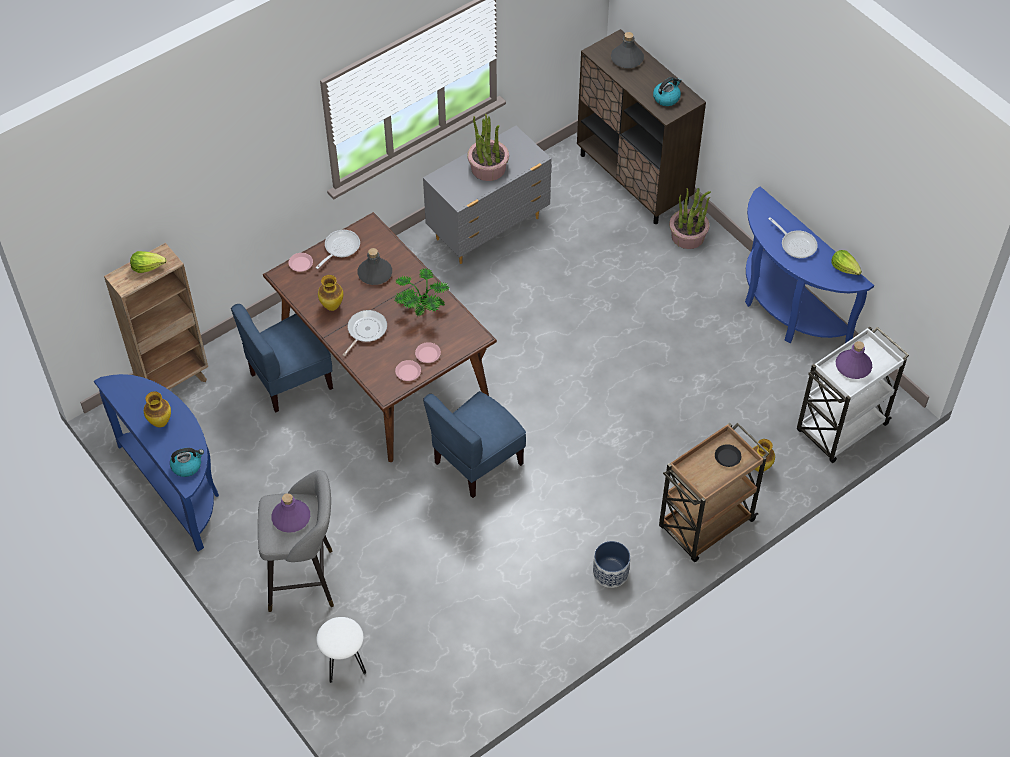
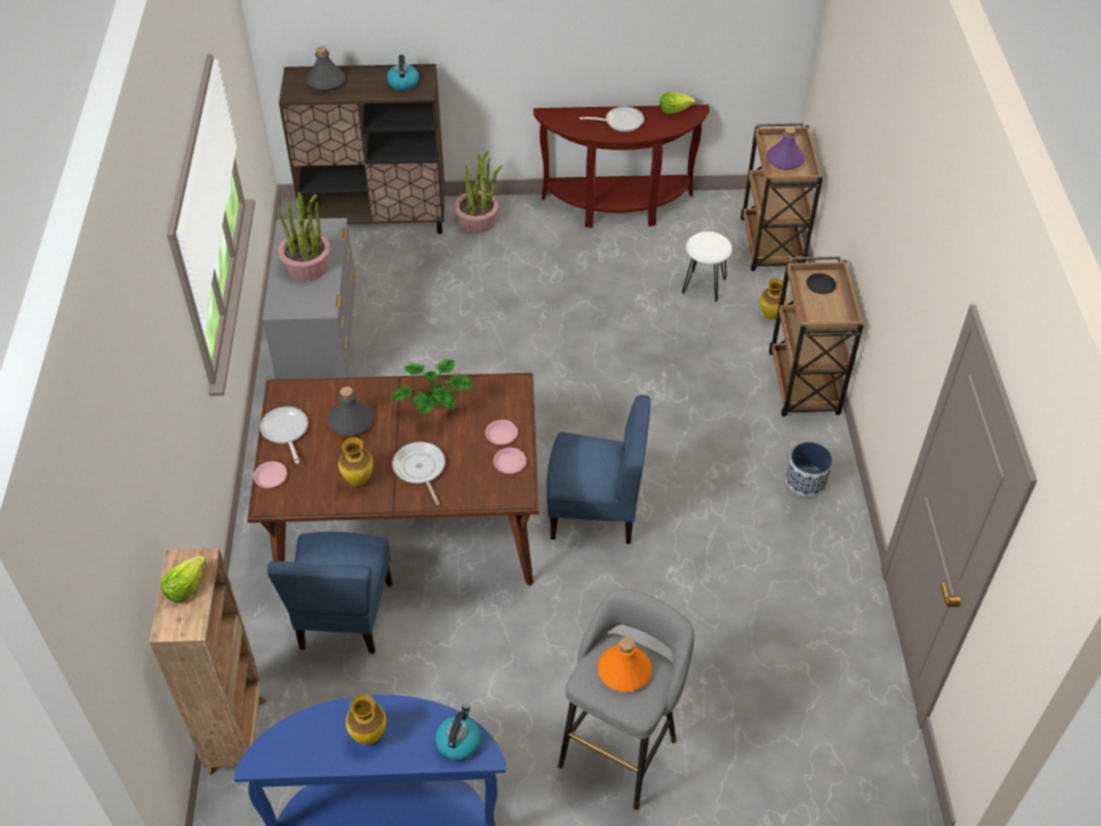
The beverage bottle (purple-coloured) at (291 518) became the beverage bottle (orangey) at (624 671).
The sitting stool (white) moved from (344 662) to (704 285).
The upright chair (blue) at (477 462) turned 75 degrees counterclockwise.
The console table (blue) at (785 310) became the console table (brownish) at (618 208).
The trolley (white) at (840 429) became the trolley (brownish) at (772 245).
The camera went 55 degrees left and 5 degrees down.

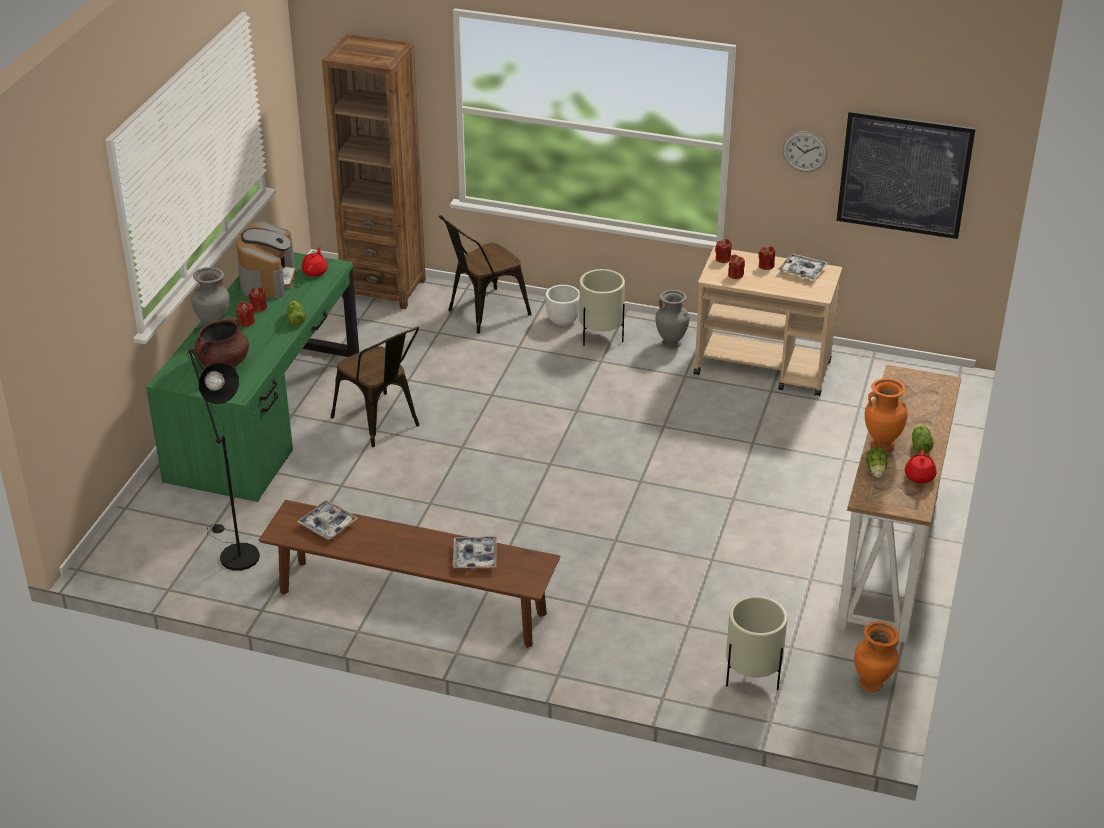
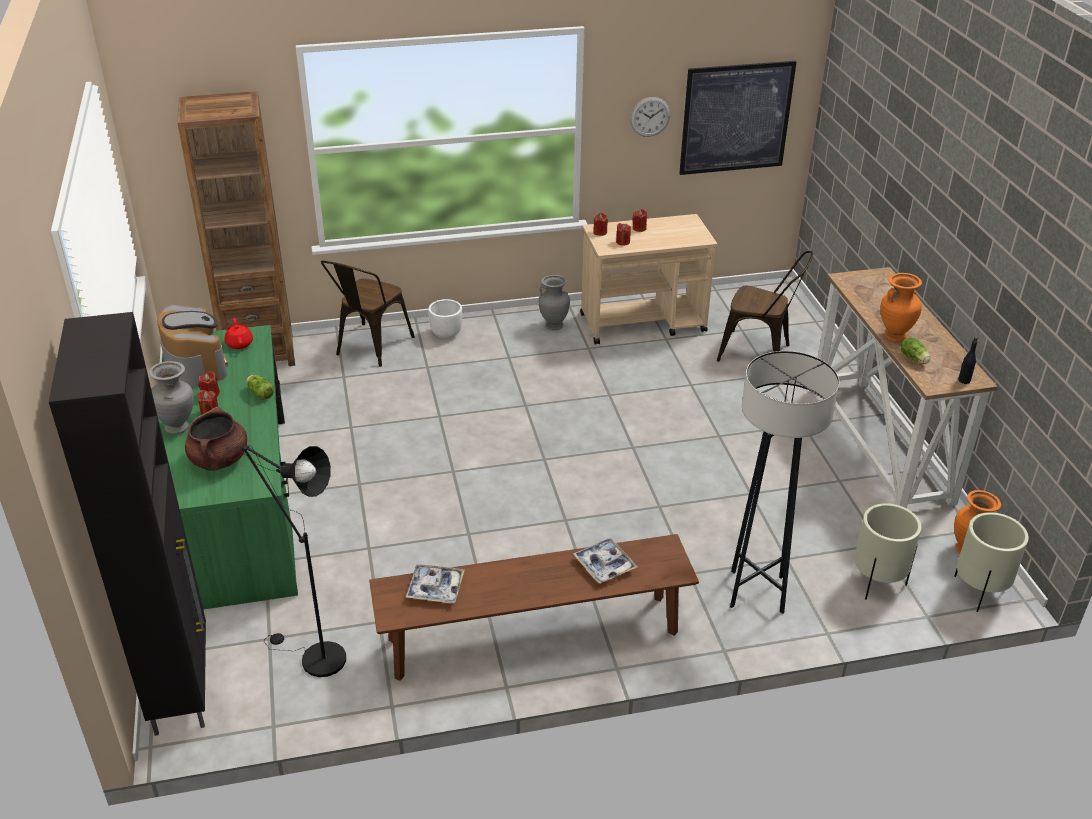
The upright chair (brownish) moved from (381 423) to (760 353).
The plant pot (beige-coloured) moved from (600 337) to (979 592).
The tray at (802 271) disappeared.
The tea pot (red) at (919 477) disappeared.
The head of lettuce at (920 445) disappeared.
The storage cabinet (black-coloured) at (182 685) appeared.
The standard lamp (gray) at (757 591) appeared.
The beverage bottle (black-coloured) at (964 380) appeared.
The camera went 30 degrees left and 0 degrees up.

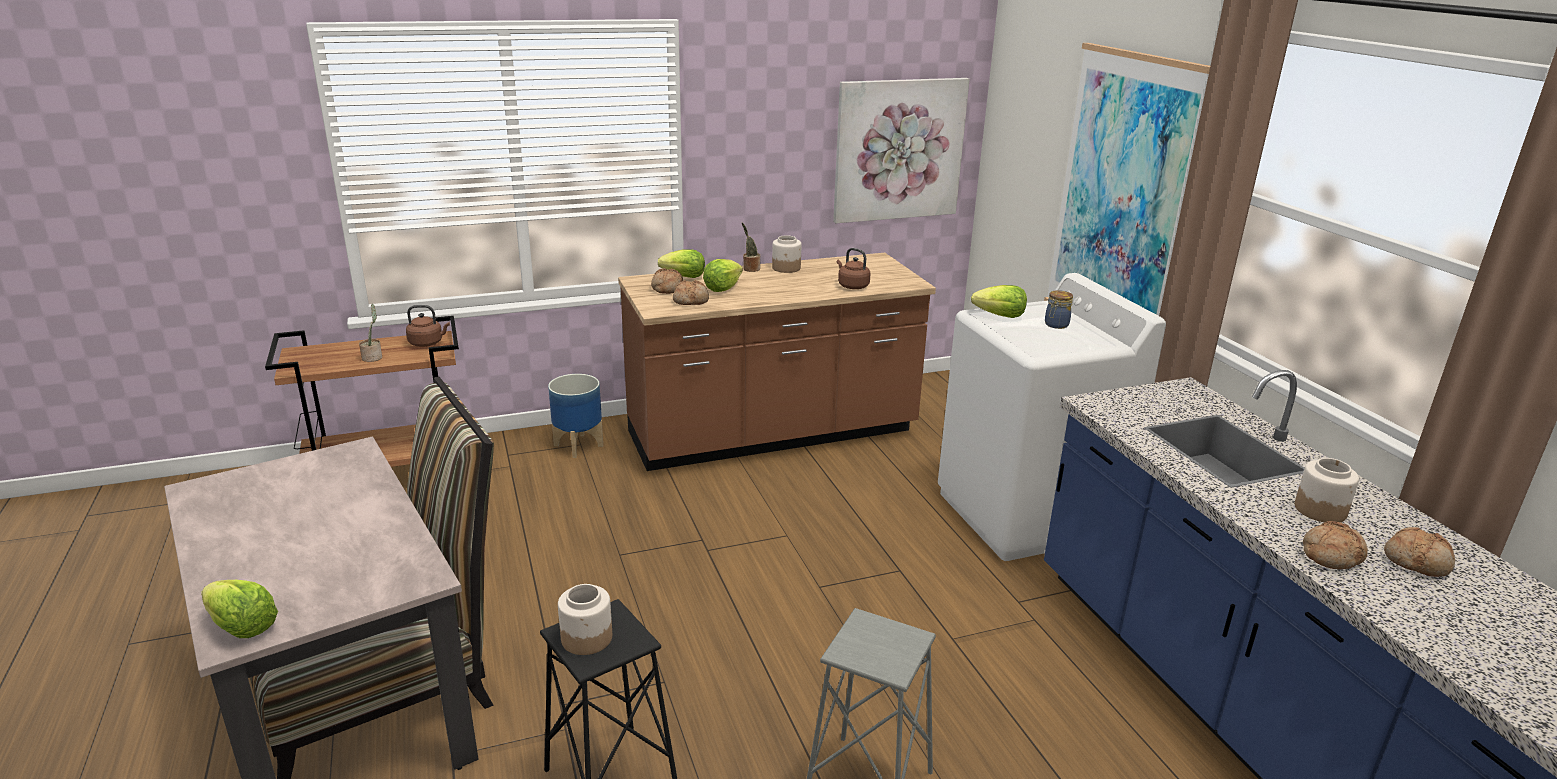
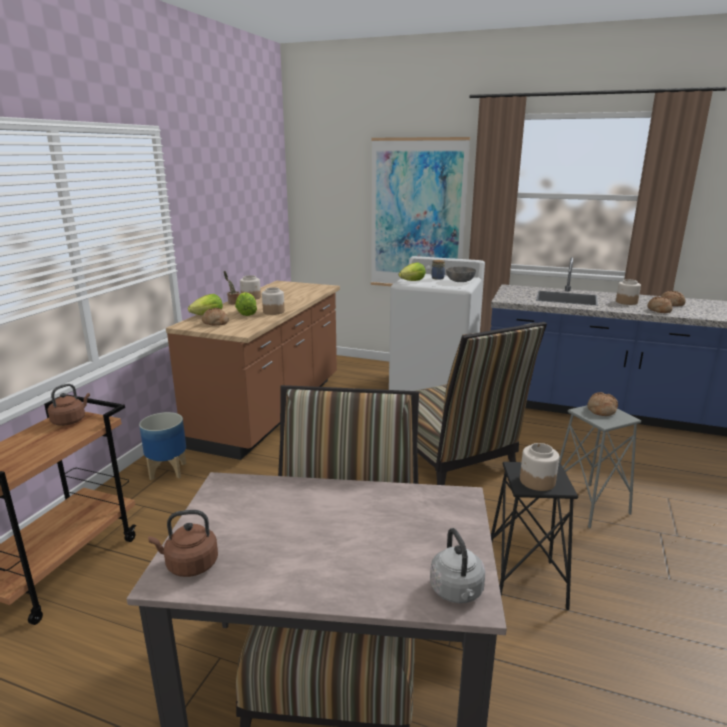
The head of lettuce at (241 627) was replaced by the kettle (gray) at (457 592).
The potted plant at (373 357) disappeared.
The bakery bread moved from (691 300) to (600 410).
The wall art at (898 150) disappeared.
The kettle (brownish) moved from (852 286) to (189 565).
The storage jar at (273 311) appeared.
The upright chair at (454 460) appeared.
The bowl (gray) at (460 281) appeared.
The camera went 50 degrees left and 5 degrees down.

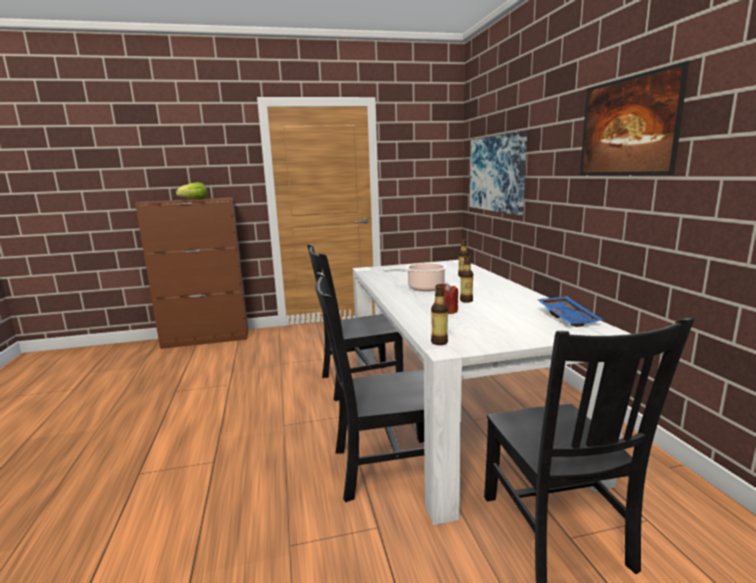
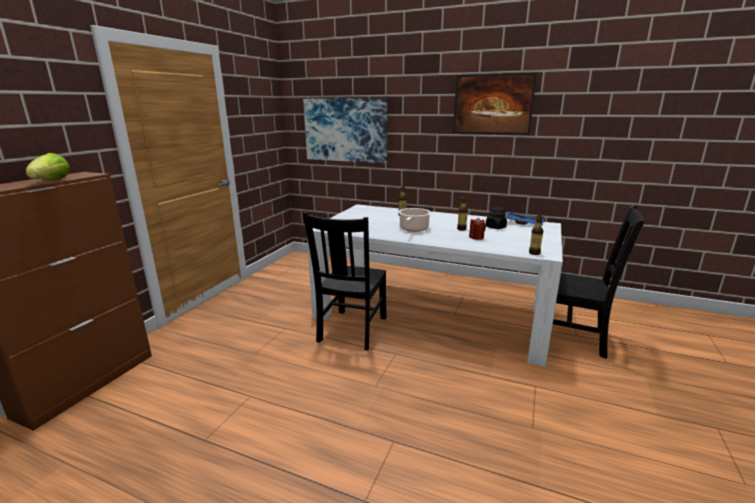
The upright chair (black-coloured) at (383 467) disappeared.
The storage jar (black-coloured) at (495 227) appeared.
The camera went 55 degrees left and 5 degrees up.

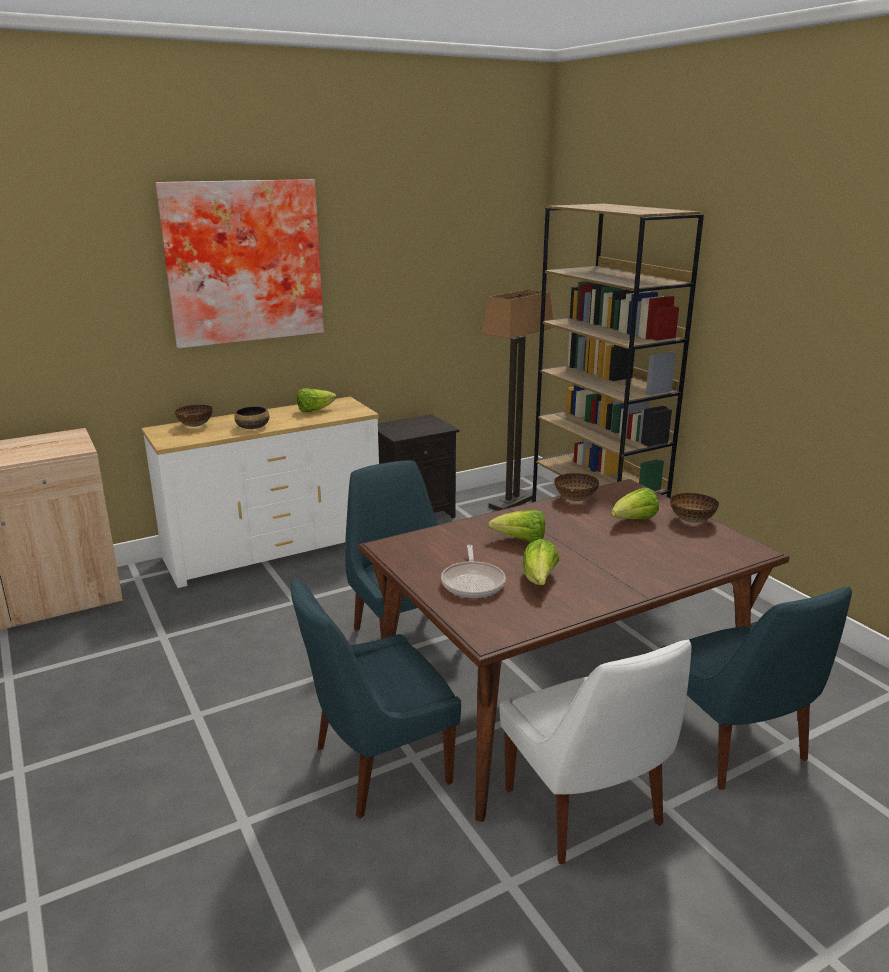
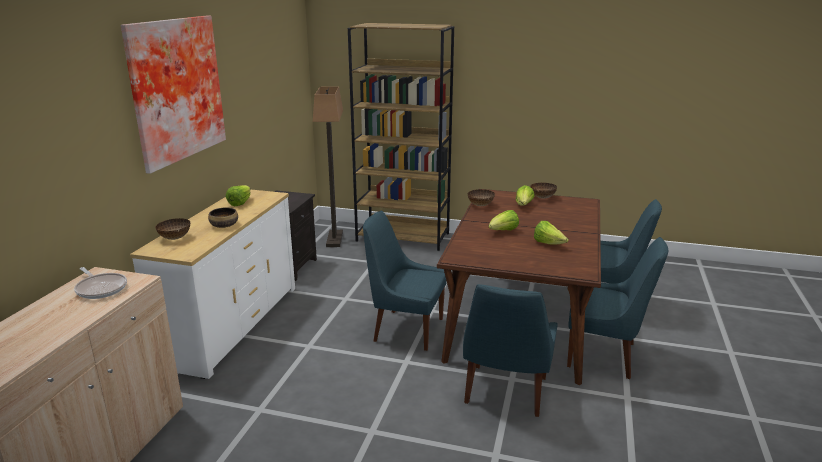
The skillet moved from (473 582) to (101 288).
The upright chair (white) at (586 811) became the upright chair (blue) at (604 355).
The camera went 45 degrees left and 0 degrees up.

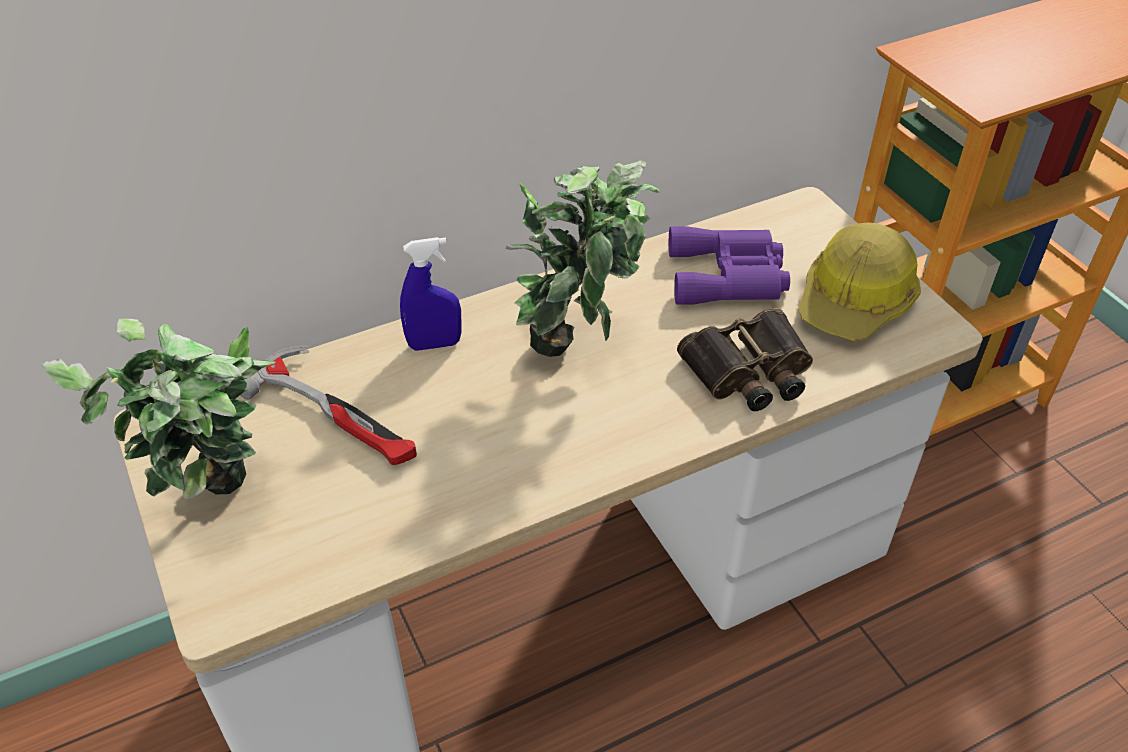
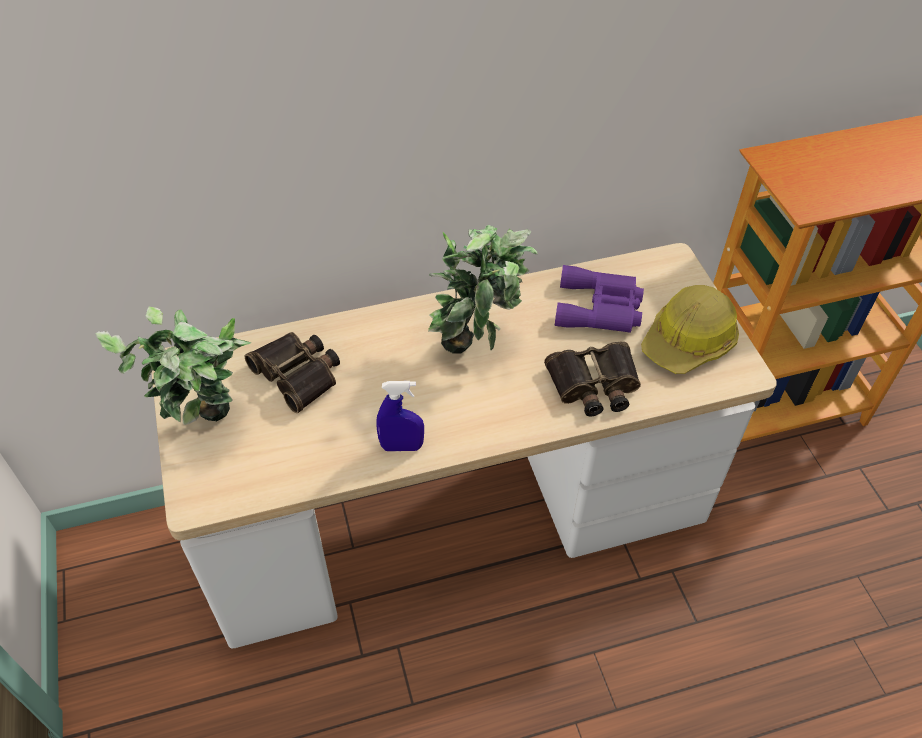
The tool hammer at (338 413) was replaced by the binoculars at (299 374).
The sprayer (blue) moved from (434 344) to (401 446).
The camera went 10 degrees right and 5 degrees up.

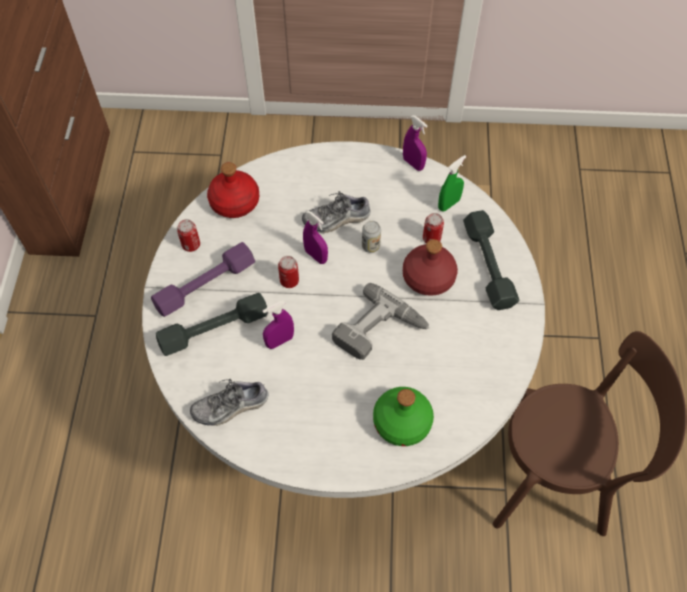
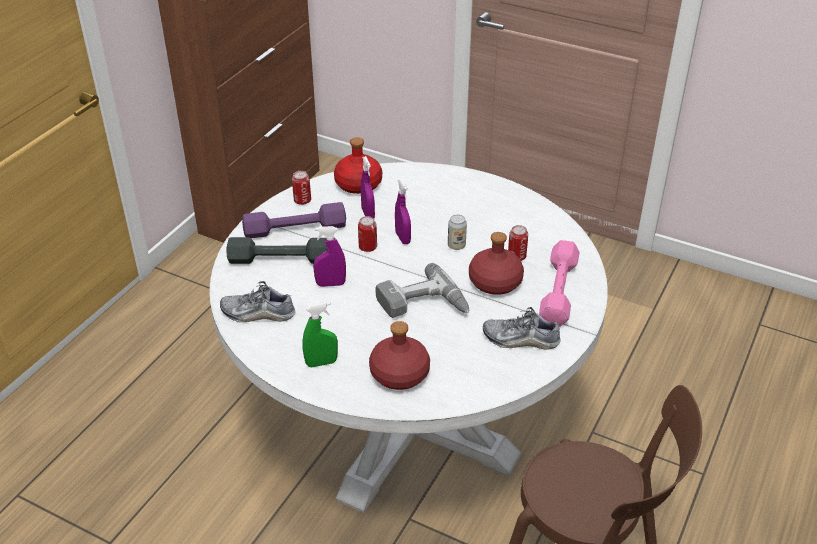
The item of footwear moved from (336 219) to (520 339).
The beverage bottle (greenish) at (402 422) became the beverage bottle (red) at (399 374).
The sprayer (purple-coloured) moved from (413 163) to (368 214).
The sprayer (greenish) moved from (449 204) to (321 363).
The dumbbell (gray) at (488 265) became the dumbbell (pinkish) at (558 290).
The camera went 25 degrees right and 20 degrees down.

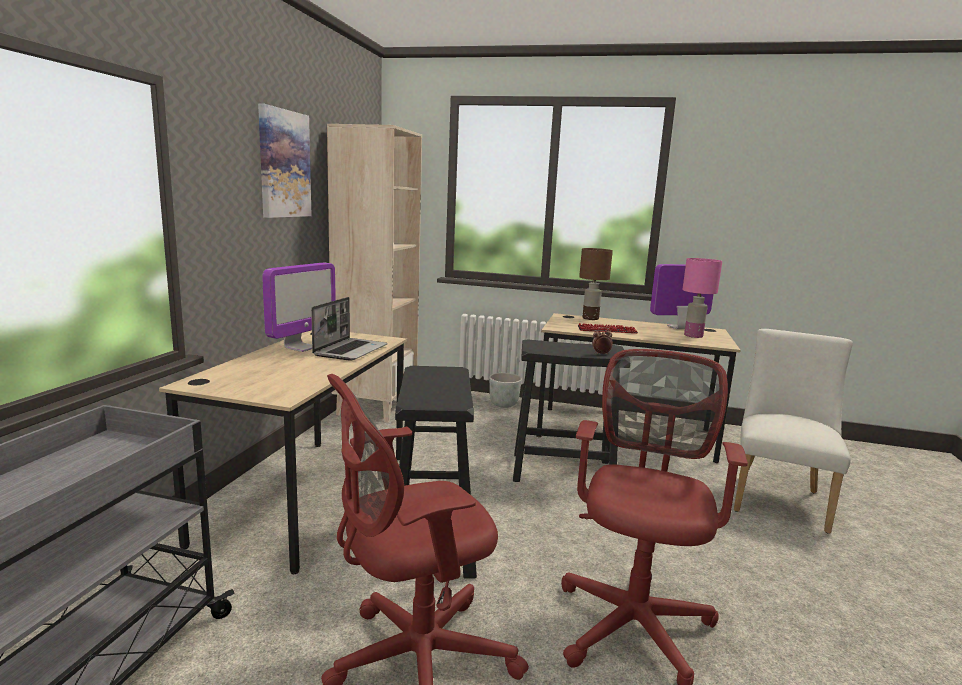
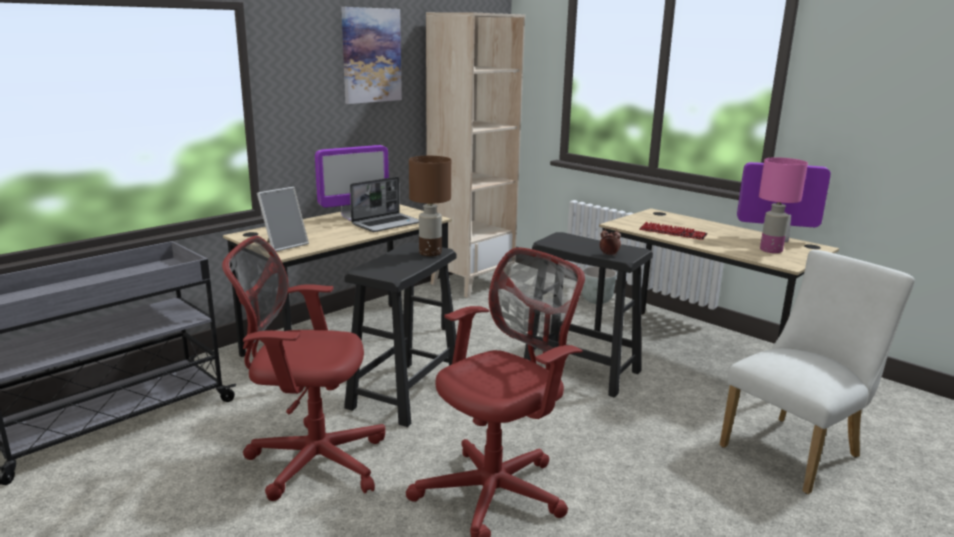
The table lamp (brownish) moved from (590 318) to (431 253).
The photo frame at (284 245) appeared.
The camera went 30 degrees right and 5 degrees up.

